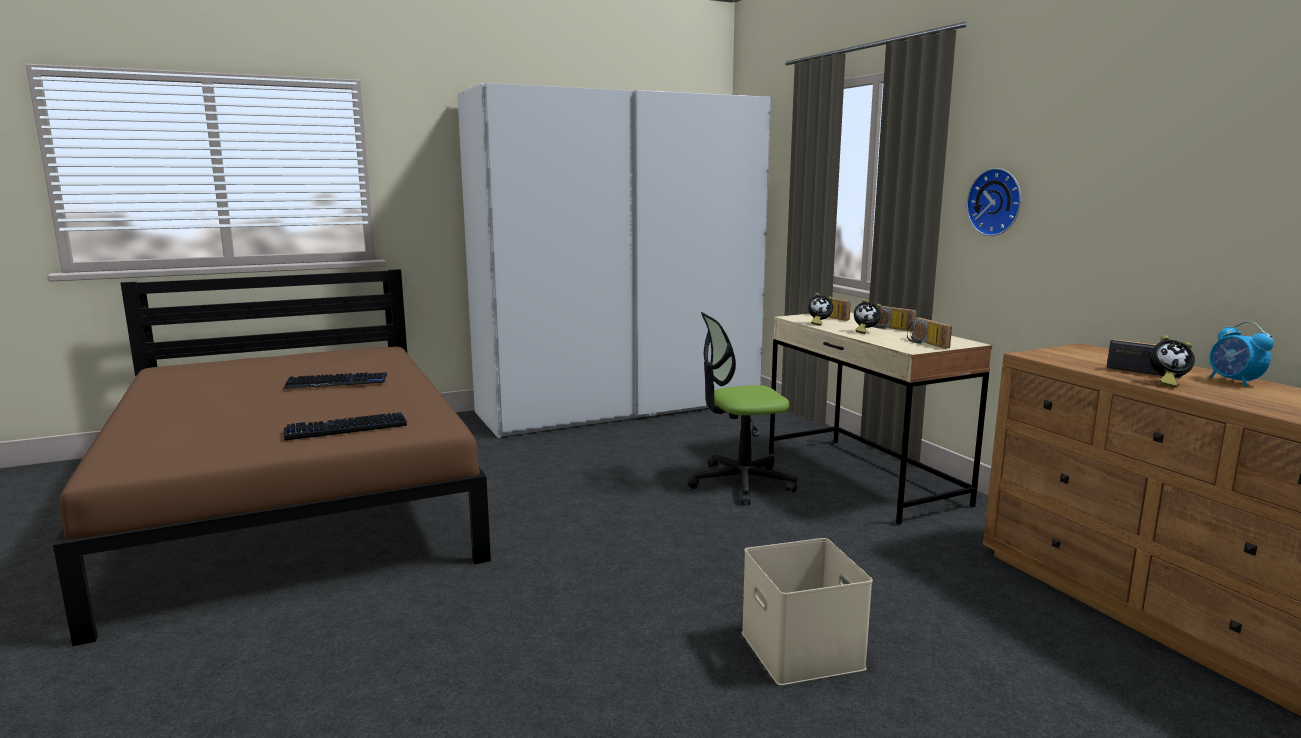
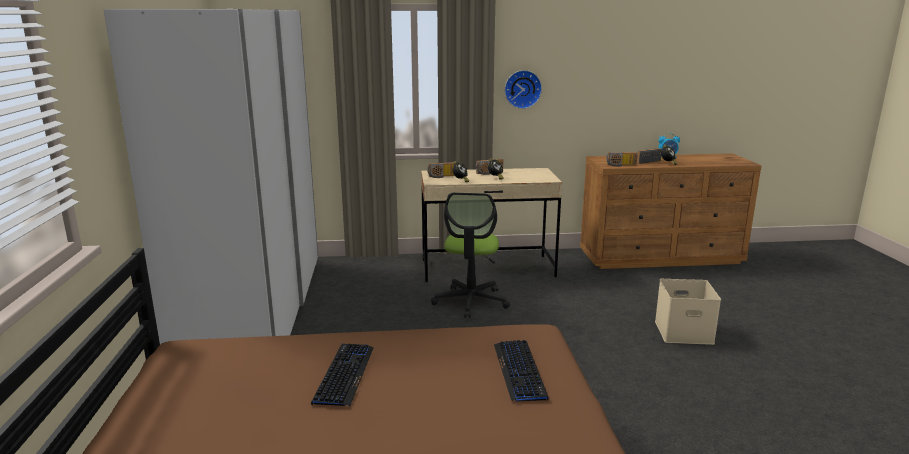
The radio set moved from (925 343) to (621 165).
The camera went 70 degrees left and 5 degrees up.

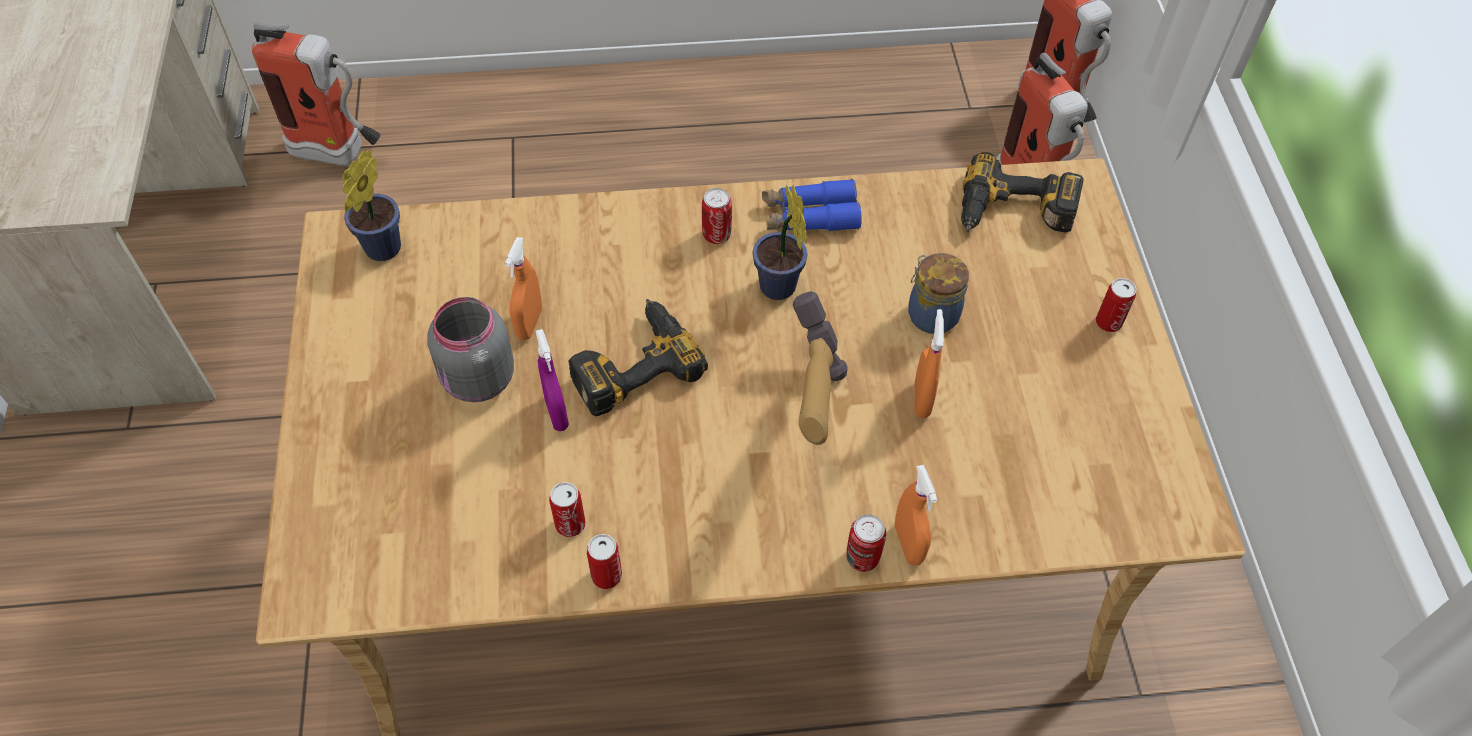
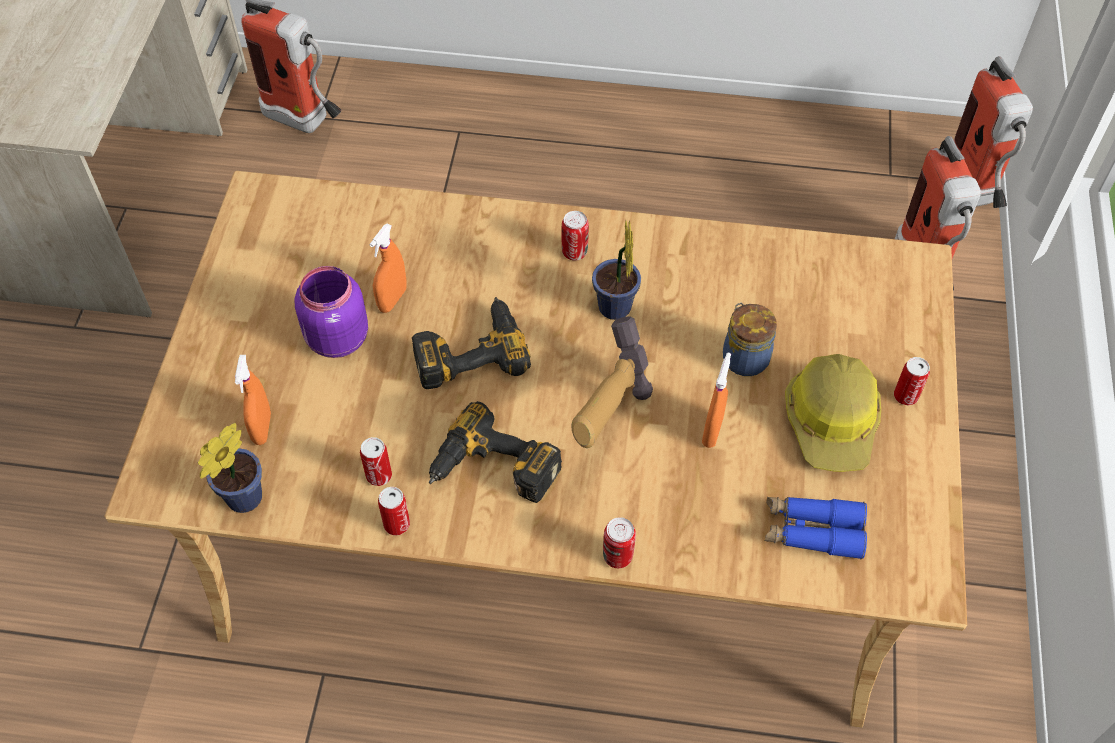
The potted plant moved from (380 251) to (240 501).
The storage jar (gray) at (477 380) became the storage jar (purple-coloured) at (336 339).
The sprayer (purple-coloured) at (556 413) disappeared.
The binoculars (blue) moved from (810 216) to (812 531).
The sprayer (orangey) moved from (908 544) to (262 428).
The electric drill moved from (1014 214) to (492 472).
The work helmet at (832 421) appeared.
The camera went 15 degrees right and 0 degrees up.

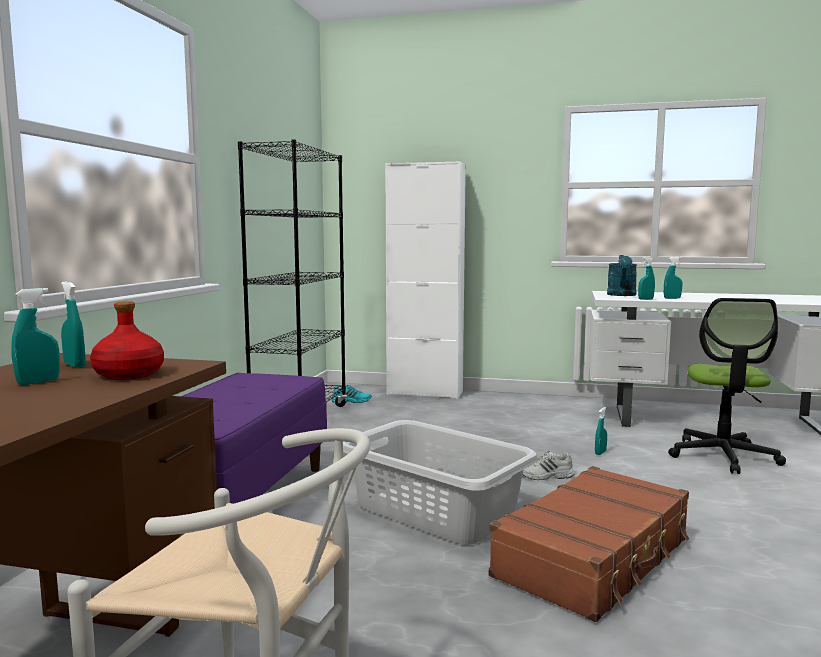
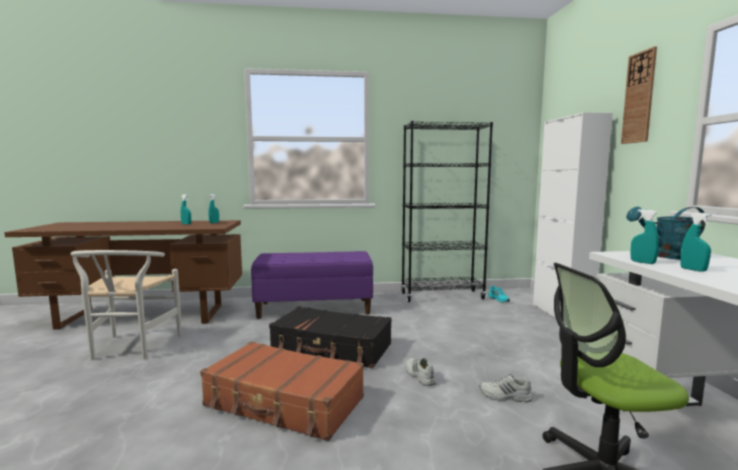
The beverage bottle (red) at (128 374) disappeared.
The hamper (gray) at (435 510) was replaced by the piece of luggage (black-coloured) at (332 348).
The sprayer (turquoise-coloured) at (600 453) was replaced by the item of footwear (white) at (505 396).
The clock on the wall at (639 97) appeared.
The camera went 70 degrees right and 0 degrees up.

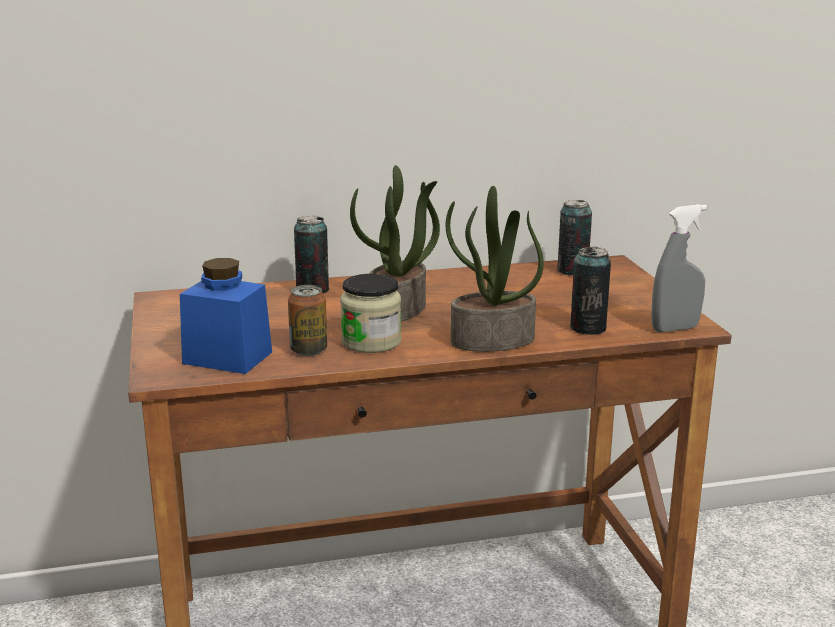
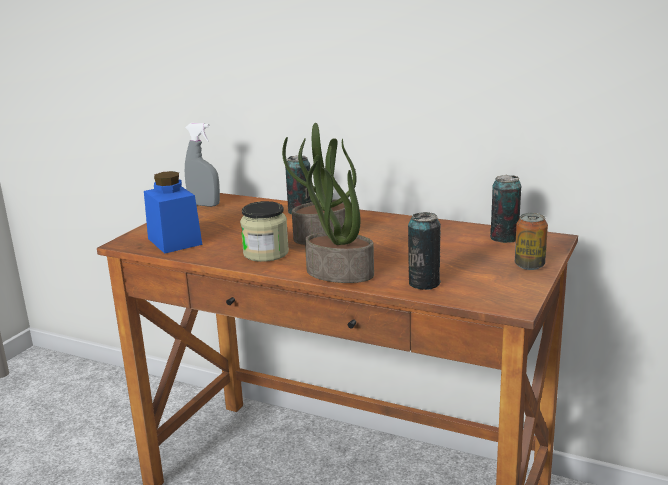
The can moved from (308 350) to (529 265).
The sprayer (gray) moved from (675 329) to (204 205).
The camera went 40 degrees right and 0 degrees up.

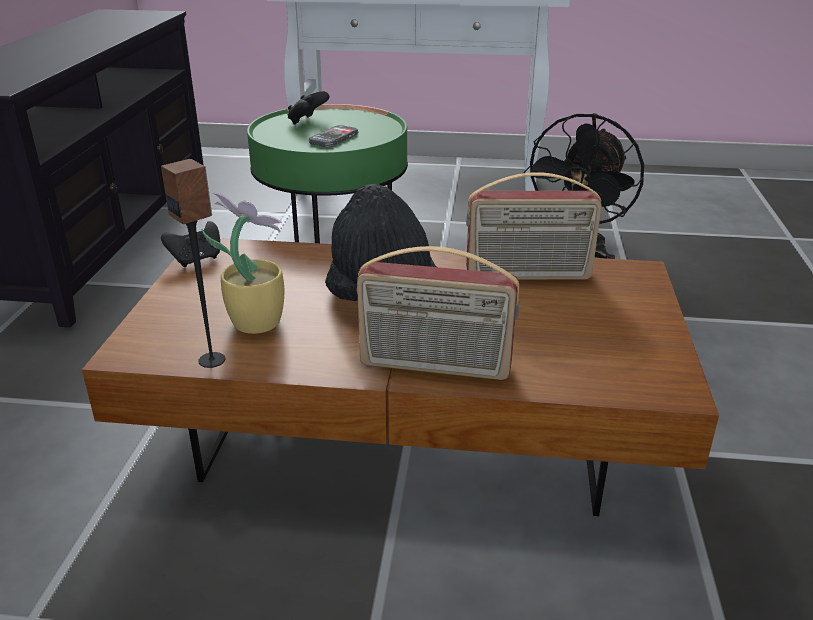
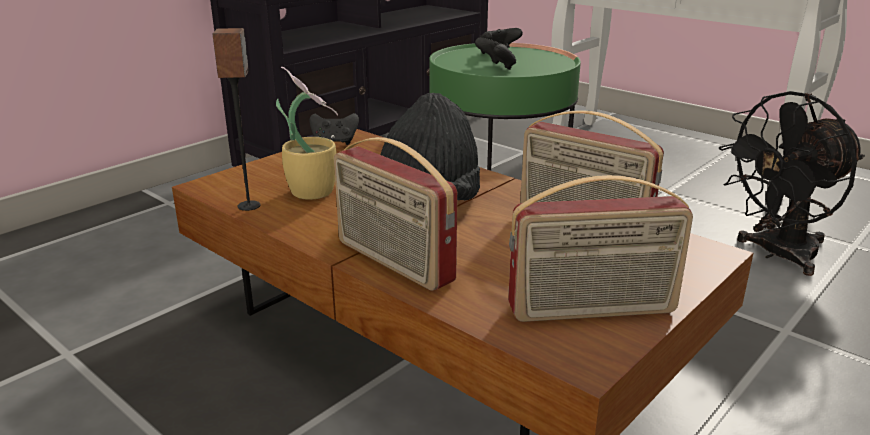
The telephone at (334 138) was replaced by the gamepad (black-coloured) at (496 67).
The radio set at (592 311) appeared.
The camera went 35 degrees right and 5 degrees down.

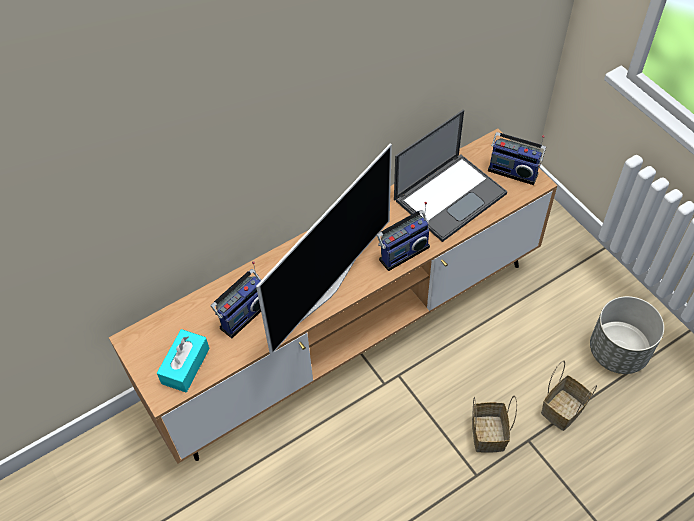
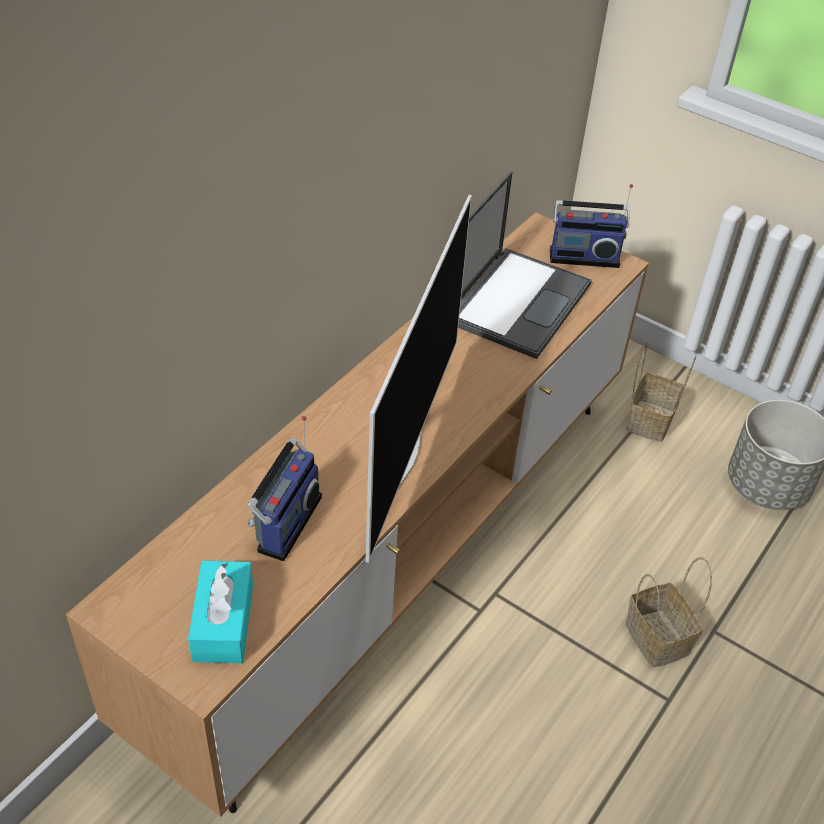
The radio set at (402 251) disappeared.
The household basket moved from (562 408) to (649 419).
The camera went 25 degrees left and 10 degrees down.

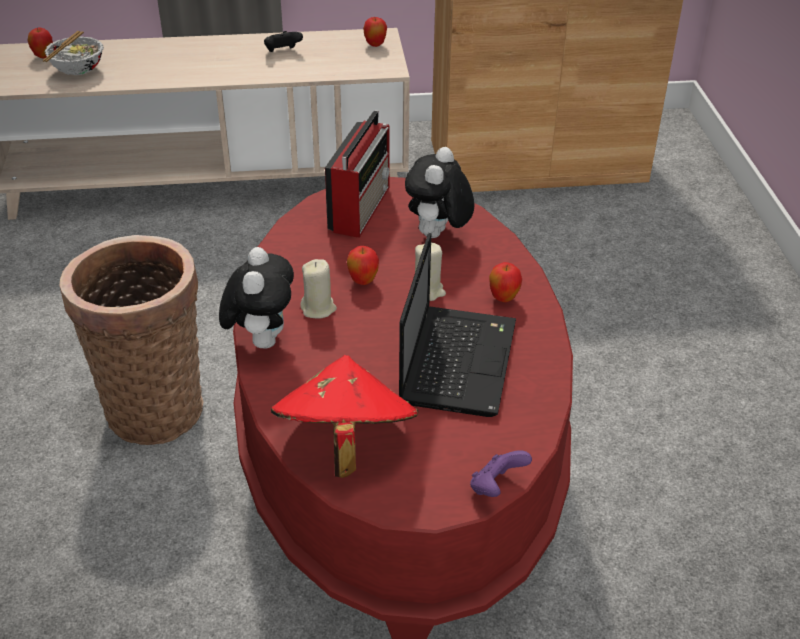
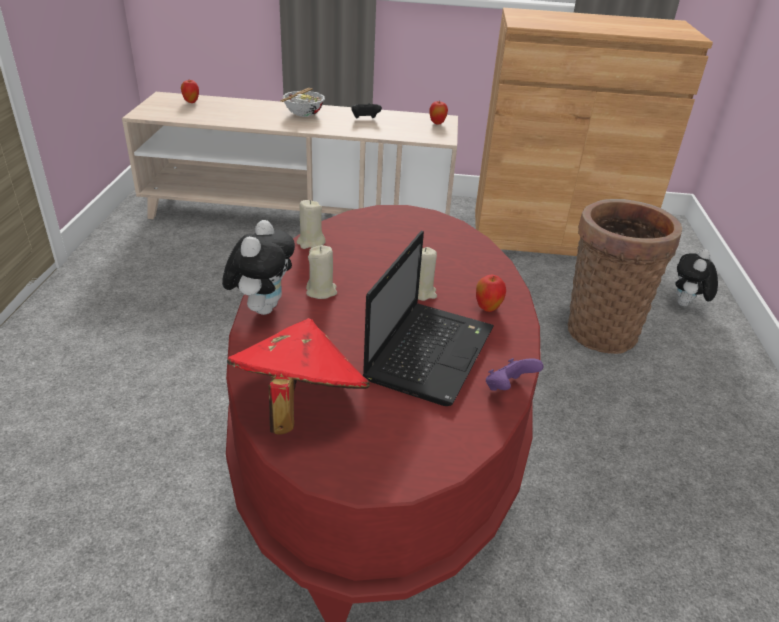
The bowl moved from (77 70) to (303 114).
The household basket moved from (154 405) to (600 329).
The radio set at (361 207) disappeared.
The apple fruit at (363 281) disappeared.
The soft toy moved from (438 236) to (686 305).
The gamepad (purple-coloured) moved from (496 487) to (508 388).
The wax candle (beige-coloured) at (310 242) appeared.
The camera went 10 degrees right and 5 degrees down.

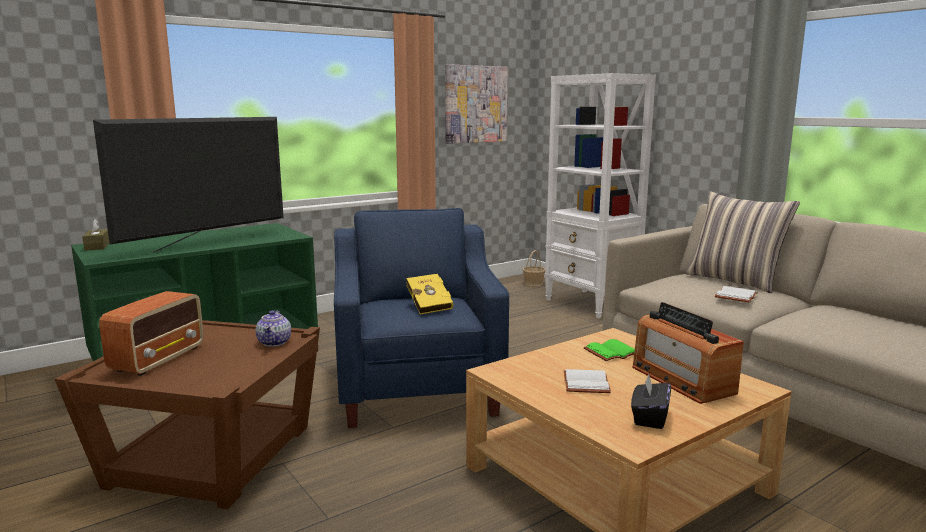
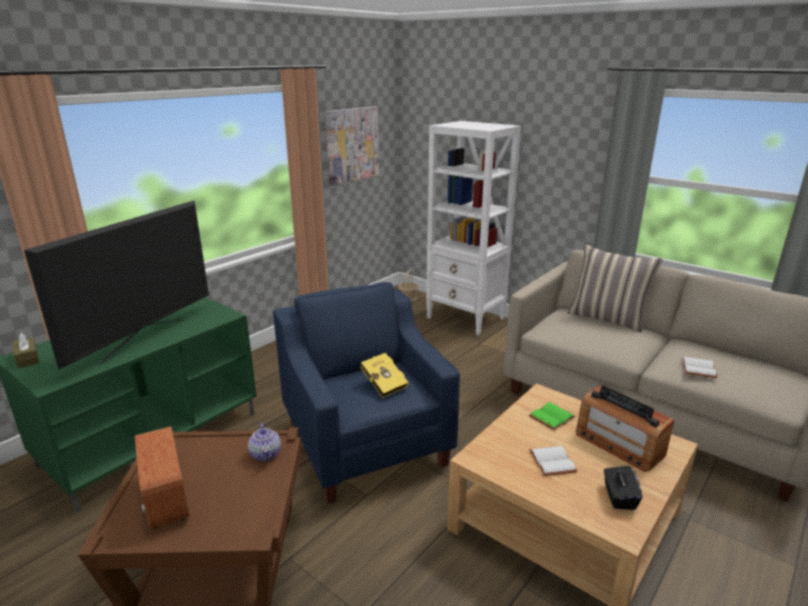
The radio set at (159 359) turned 150 degrees clockwise.
The book (white) moved from (737 296) to (699 369).
The camera went 15 degrees left and 10 degrees up.

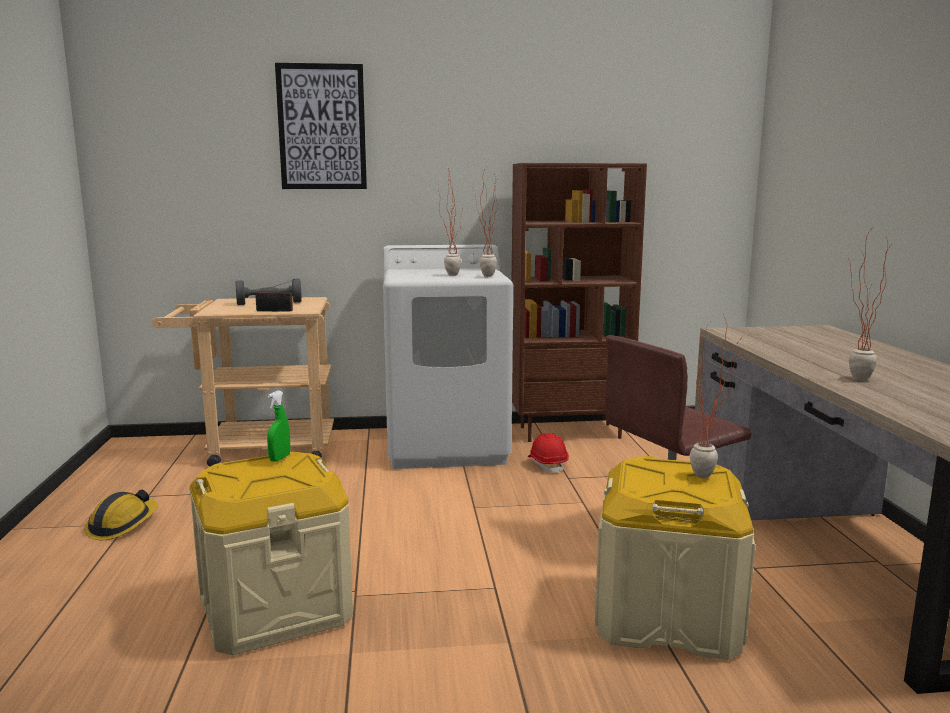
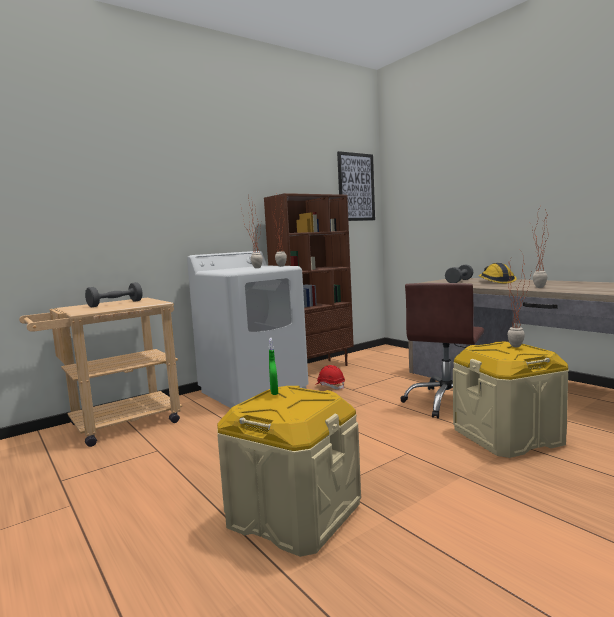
The work helmet moved from (122 525) to (496 281).
The radio set at (276 311) disappeared.
The wall art moved from (322 127) to (356 187).
The dumbbell (gray) at (459 281) appeared.
The camera went 30 degrees left and 5 degrees down.

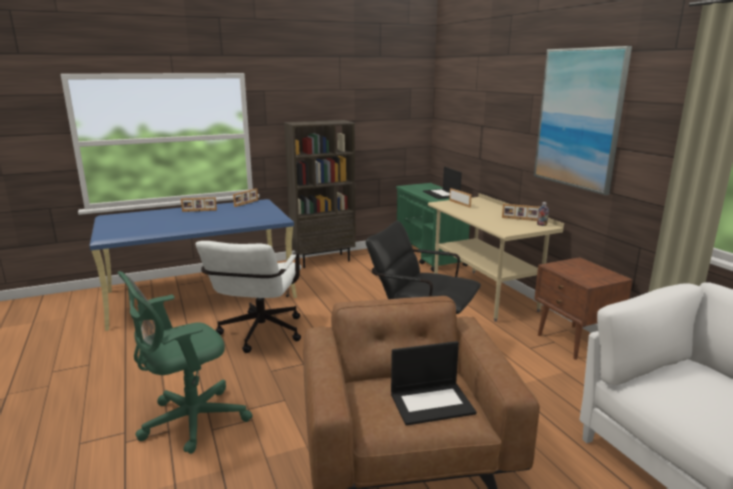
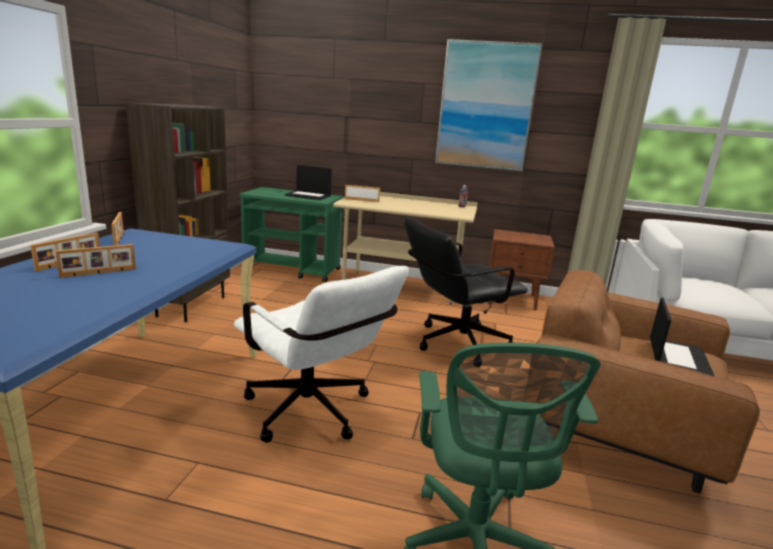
The photo frame moved from (520 219) to (99 273).
The camera went 55 degrees left and 0 degrees up.

